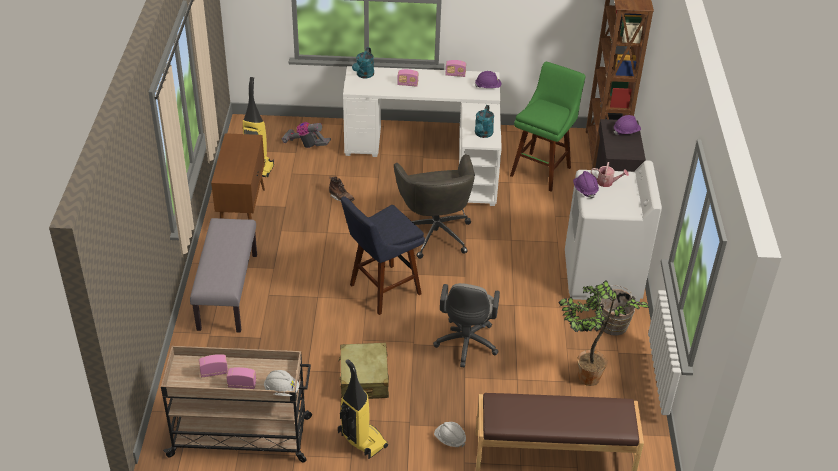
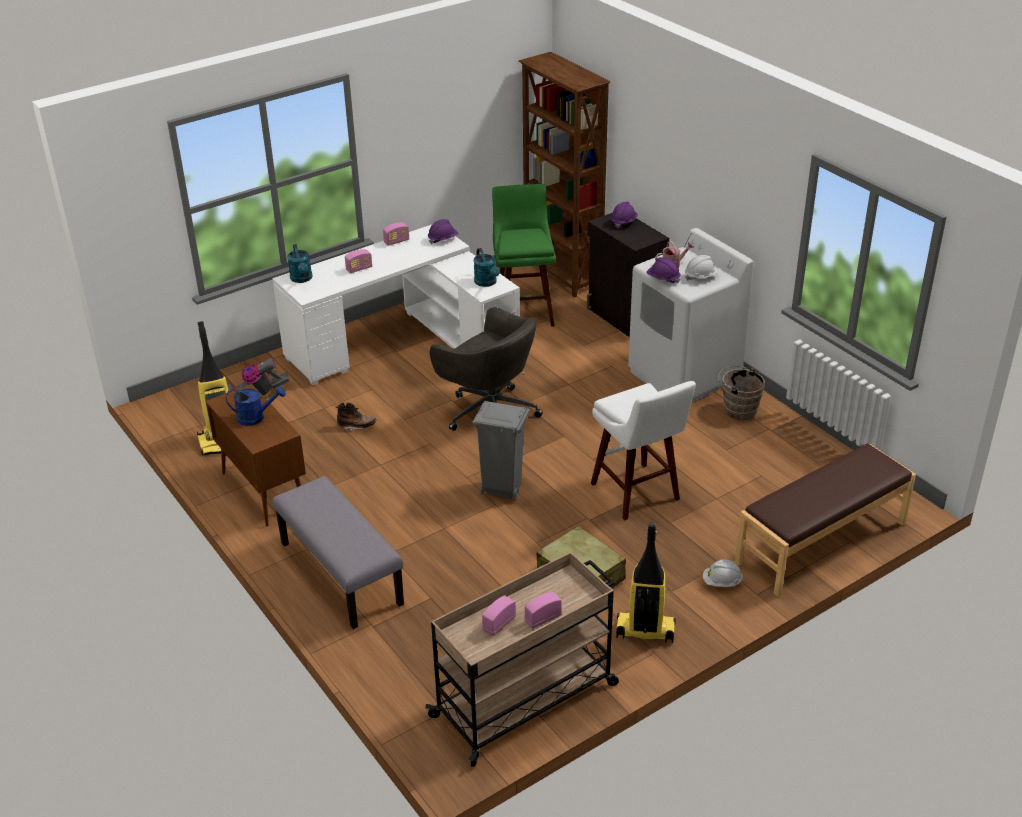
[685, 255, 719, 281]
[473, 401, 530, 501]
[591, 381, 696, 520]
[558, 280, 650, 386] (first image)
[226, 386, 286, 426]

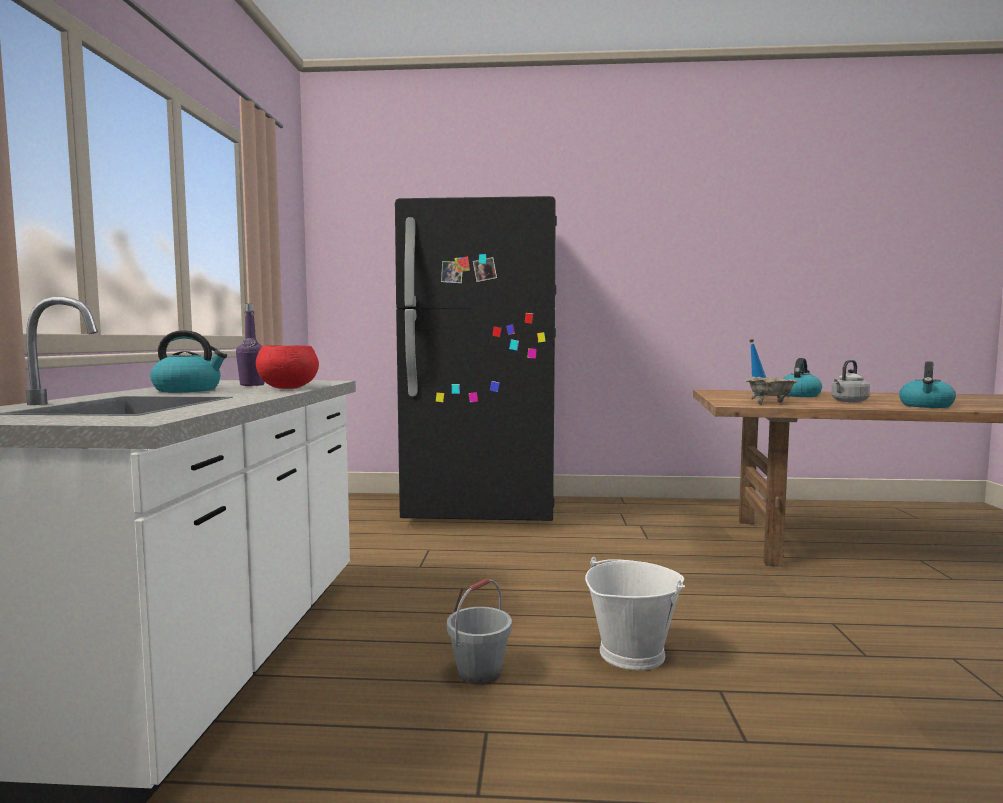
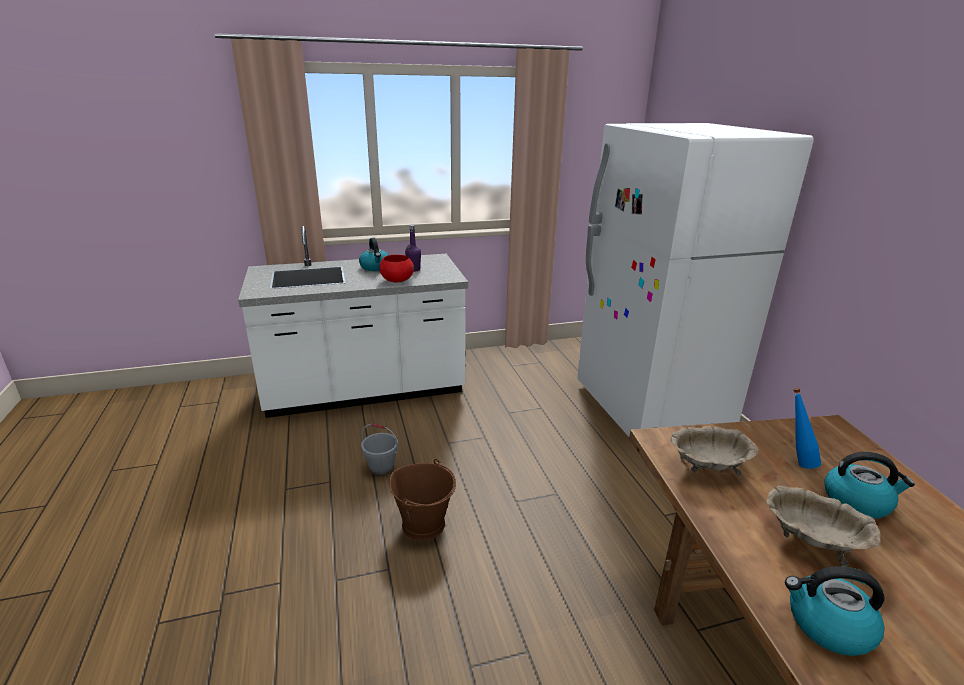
[577, 123, 814, 437]
[389, 459, 456, 541]
[766, 486, 880, 567]

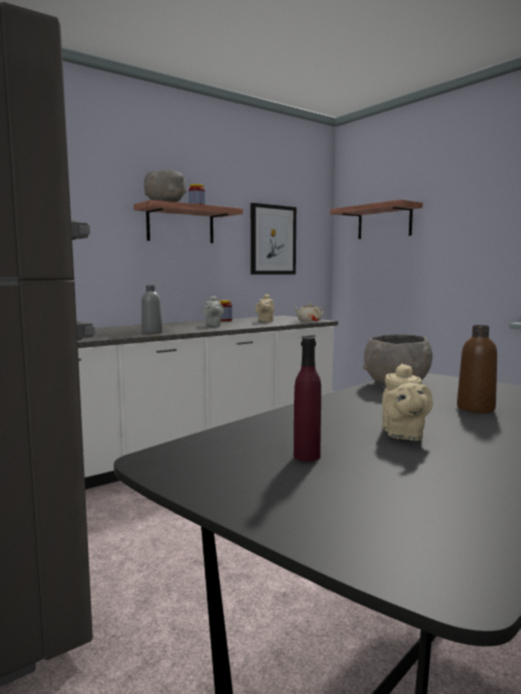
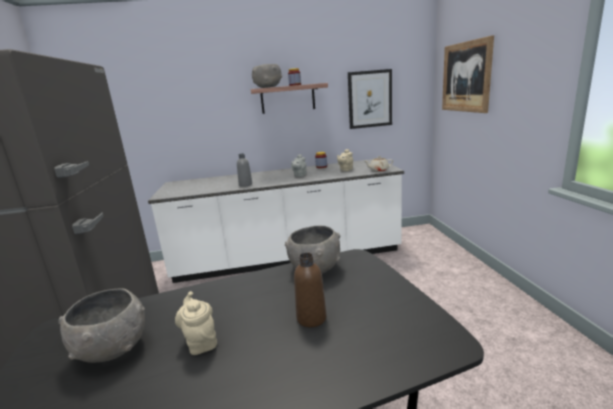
[58, 288, 145, 363]
[442, 35, 494, 113]
[175, 291, 217, 355]

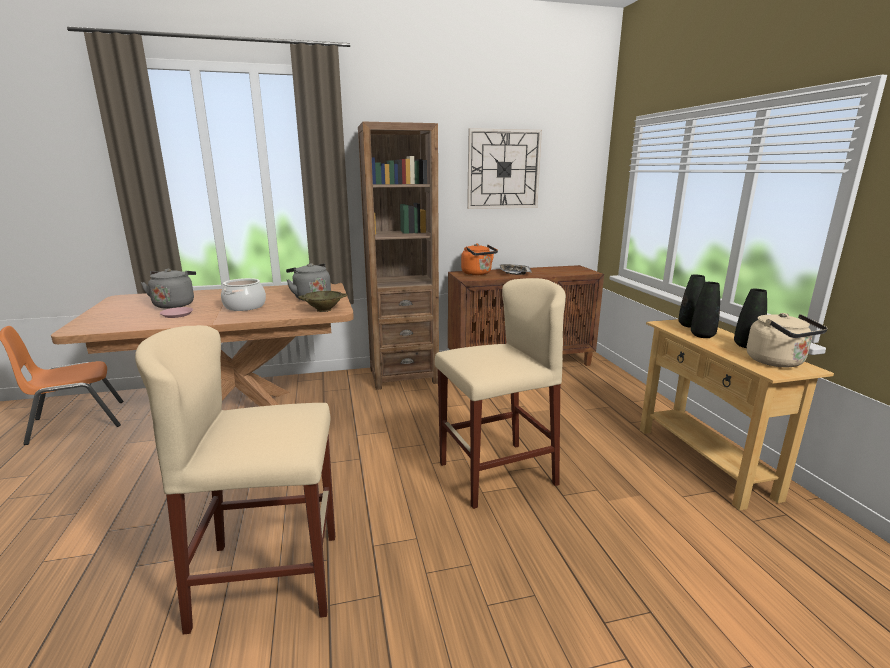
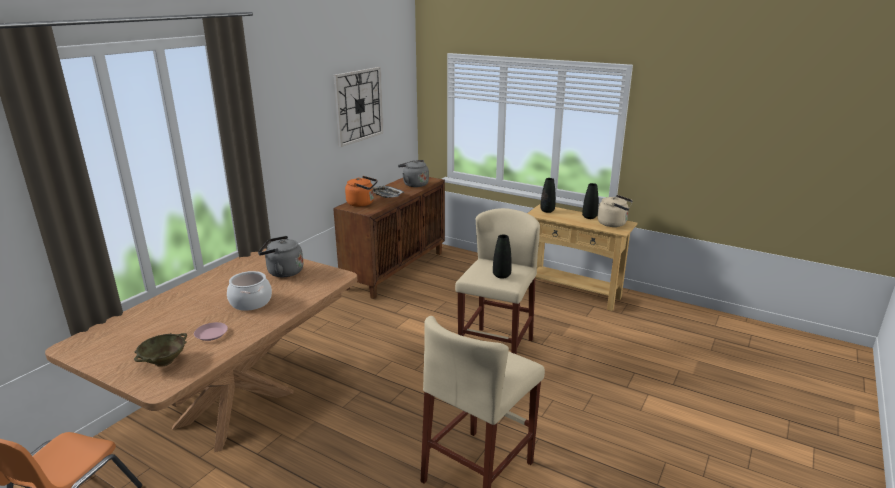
[398, 160, 429, 187]
[134, 333, 187, 367]
[358, 122, 439, 390] (first image)
[493, 235, 512, 279]

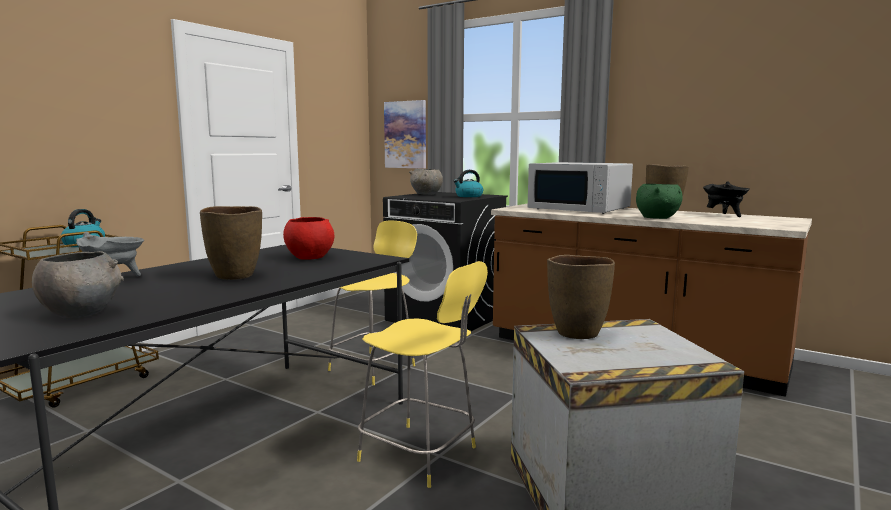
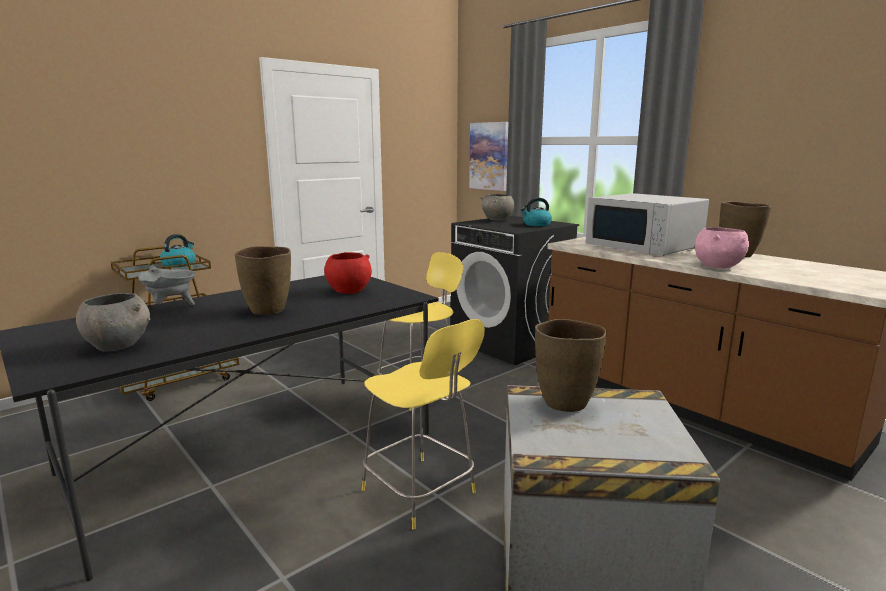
[695, 227, 749, 268]
[703, 181, 750, 217] (first image)

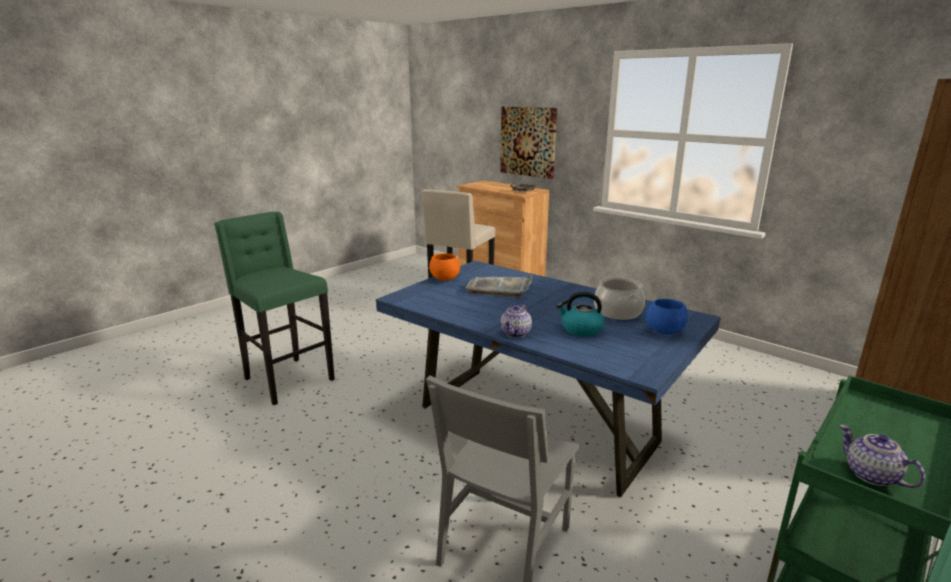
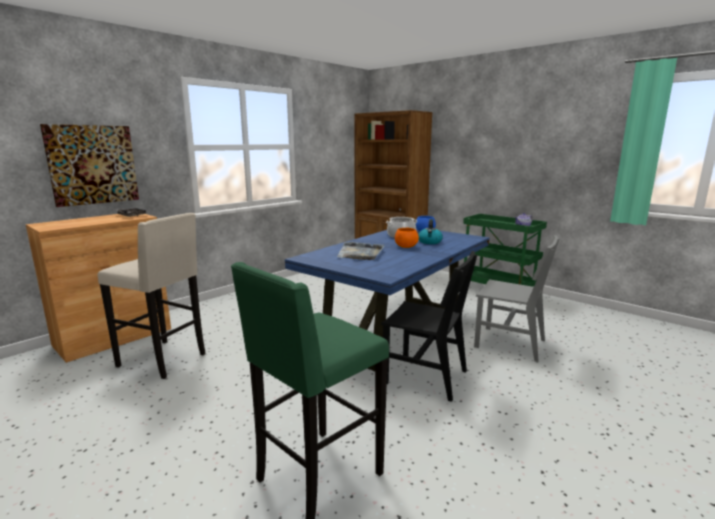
[395, 228, 419, 248]
[501, 304, 532, 338] (first image)
[381, 251, 477, 402]

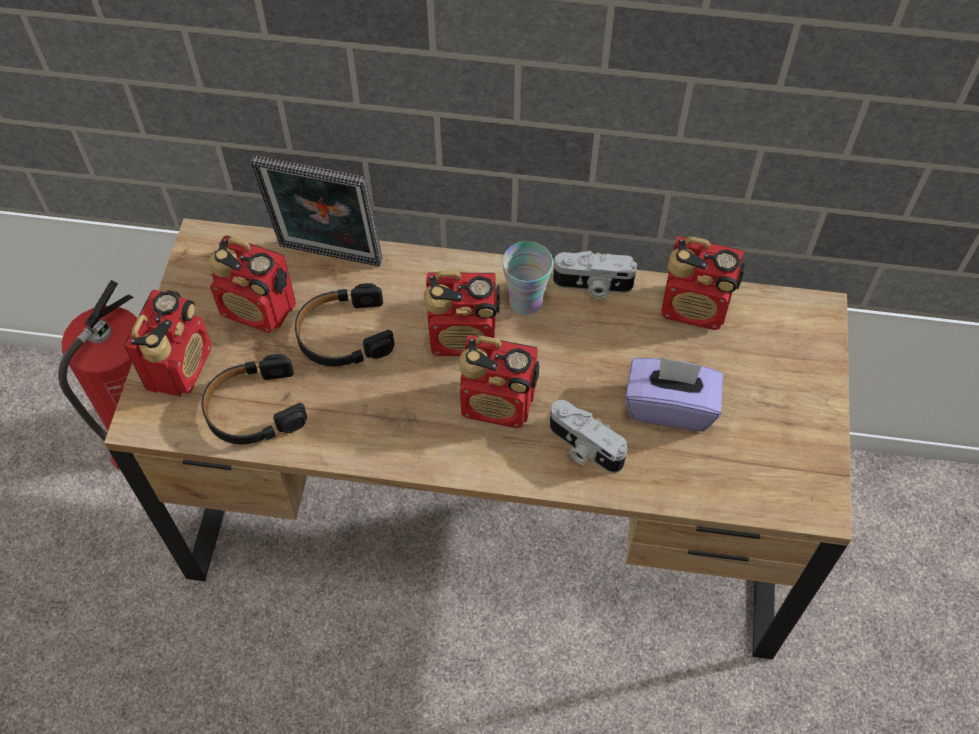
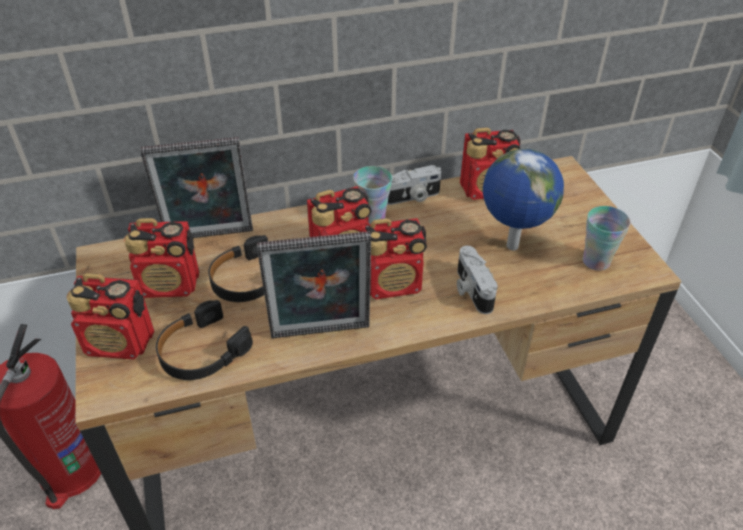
[67, 273, 154, 360]
[457, 246, 498, 314]
[483, 149, 564, 250]
[257, 231, 371, 338]
[583, 206, 631, 271]

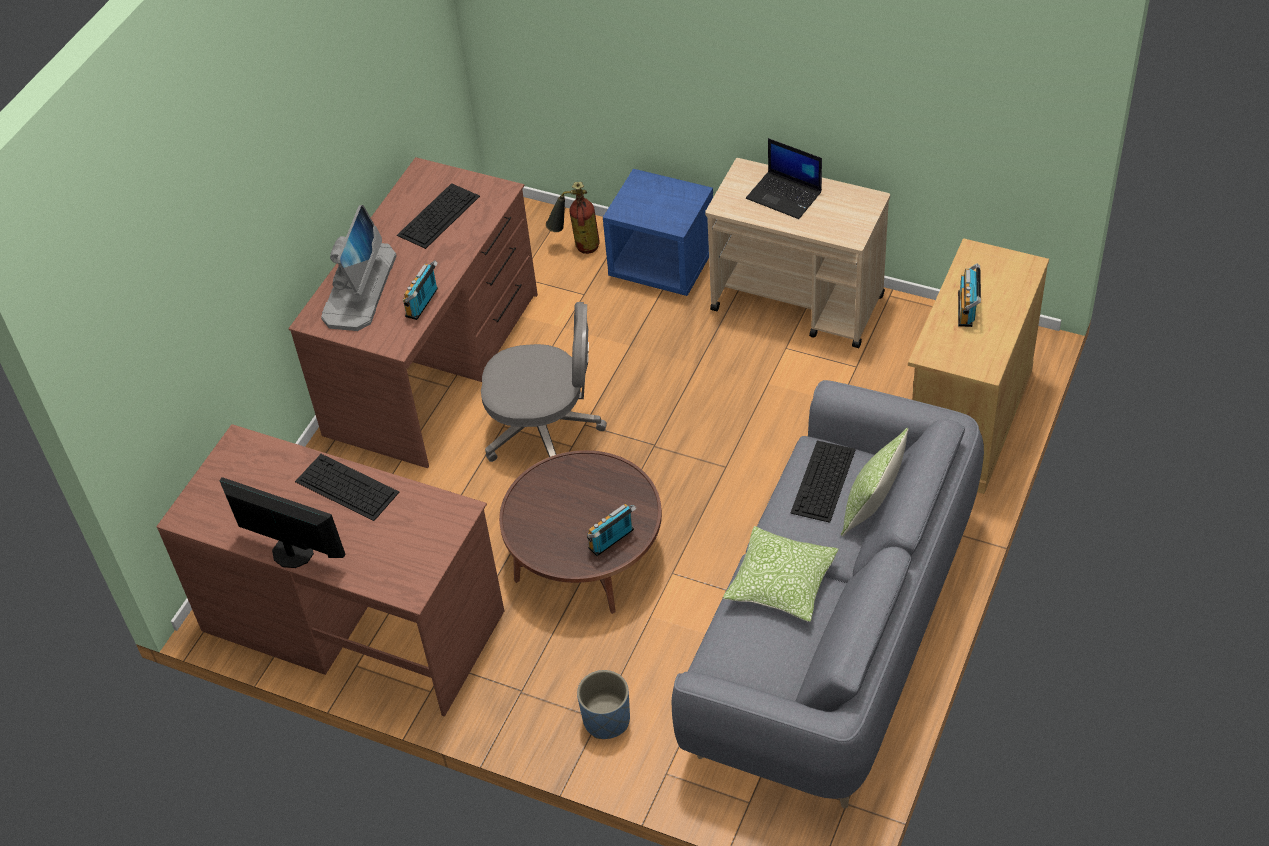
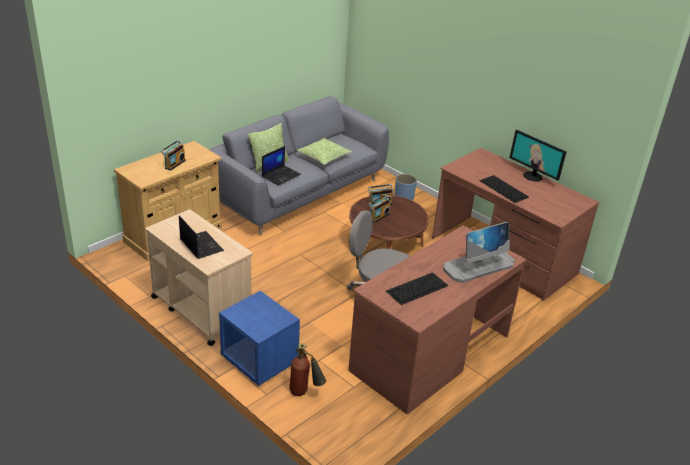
[443, 222, 514, 283]
[368, 194, 390, 223]
[262, 146, 301, 186]

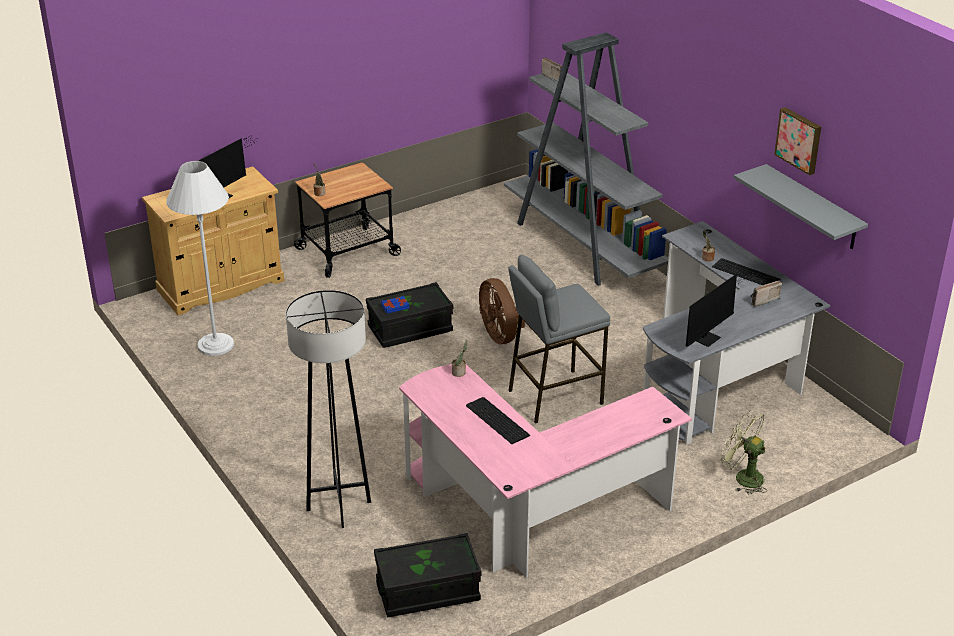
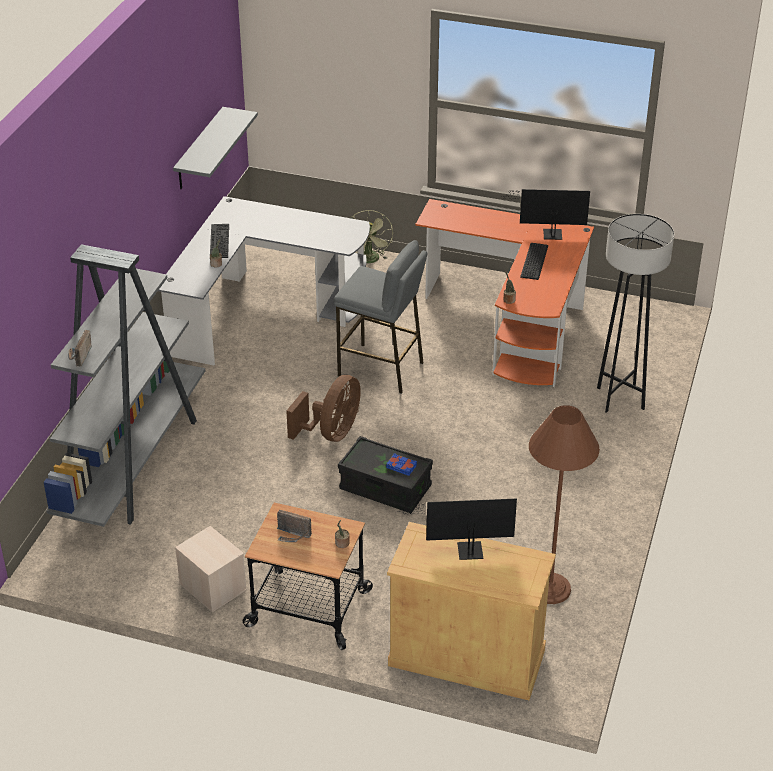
[529, 405, 600, 604]
[374, 533, 481, 617] (first image)
[416, 199, 594, 387]
[500, 189, 590, 240]
[277, 510, 312, 542]
[774, 107, 821, 175] (first image)
[175, 526, 247, 612]

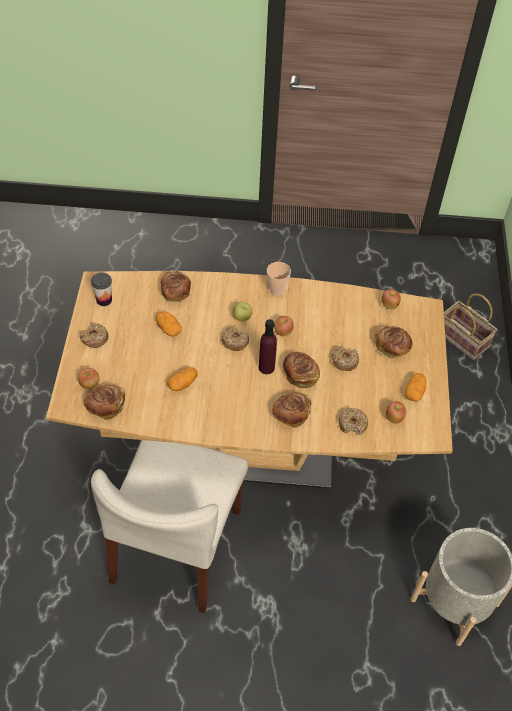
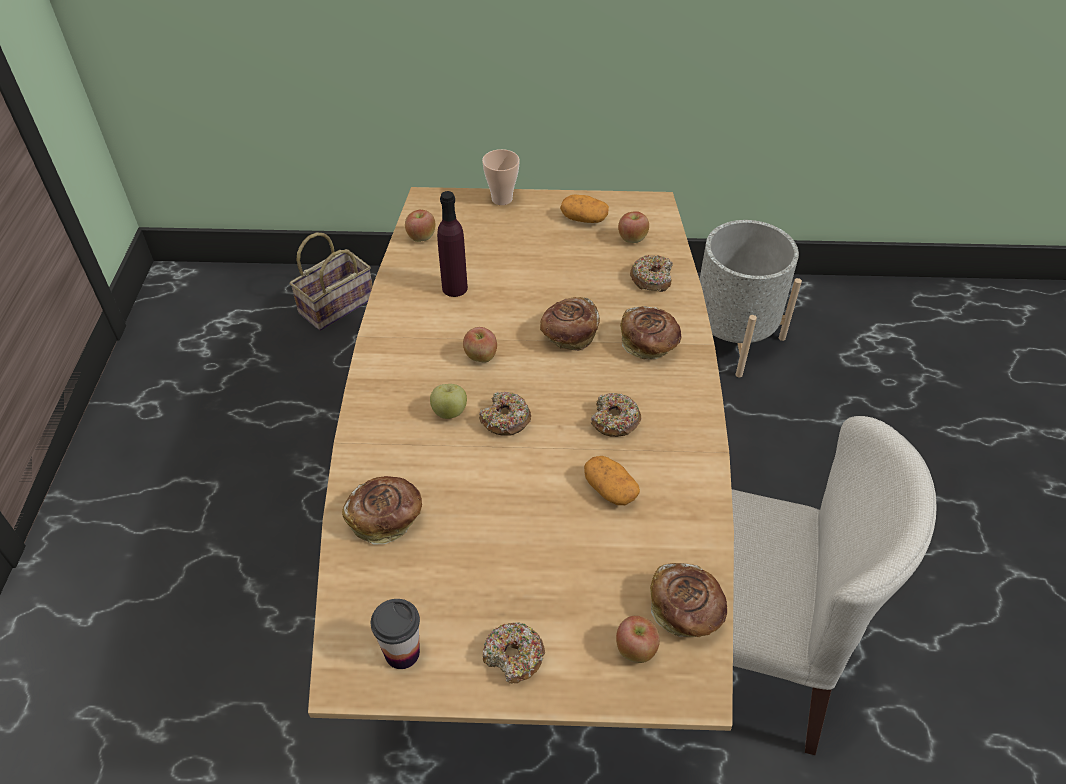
[156, 311, 182, 337] (first image)
[437, 191, 468, 297]
[482, 149, 520, 205]
[591, 393, 642, 437]
[375, 326, 412, 358] (first image)

